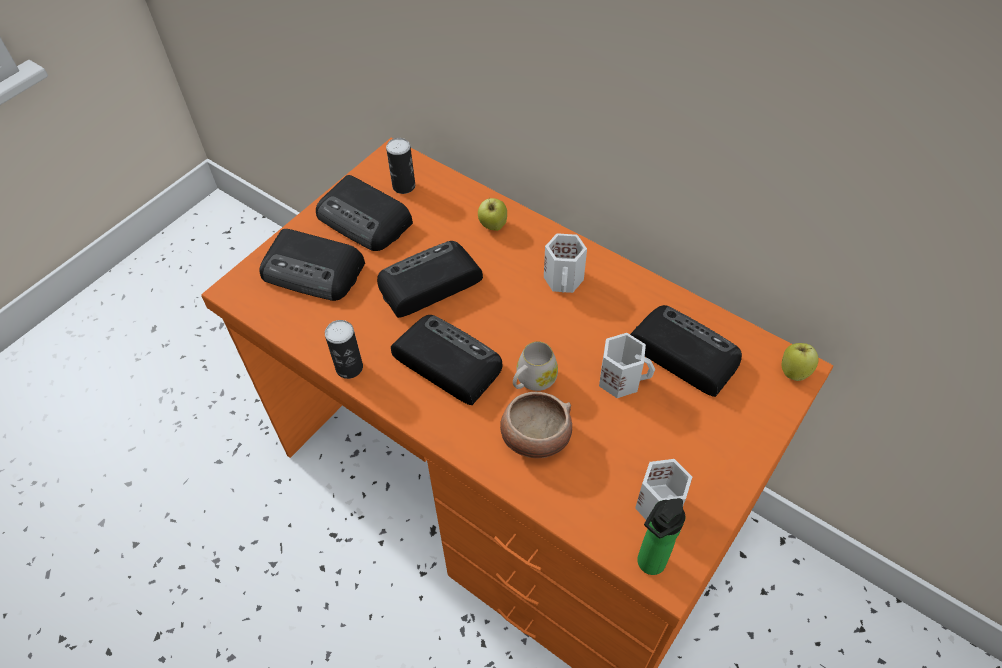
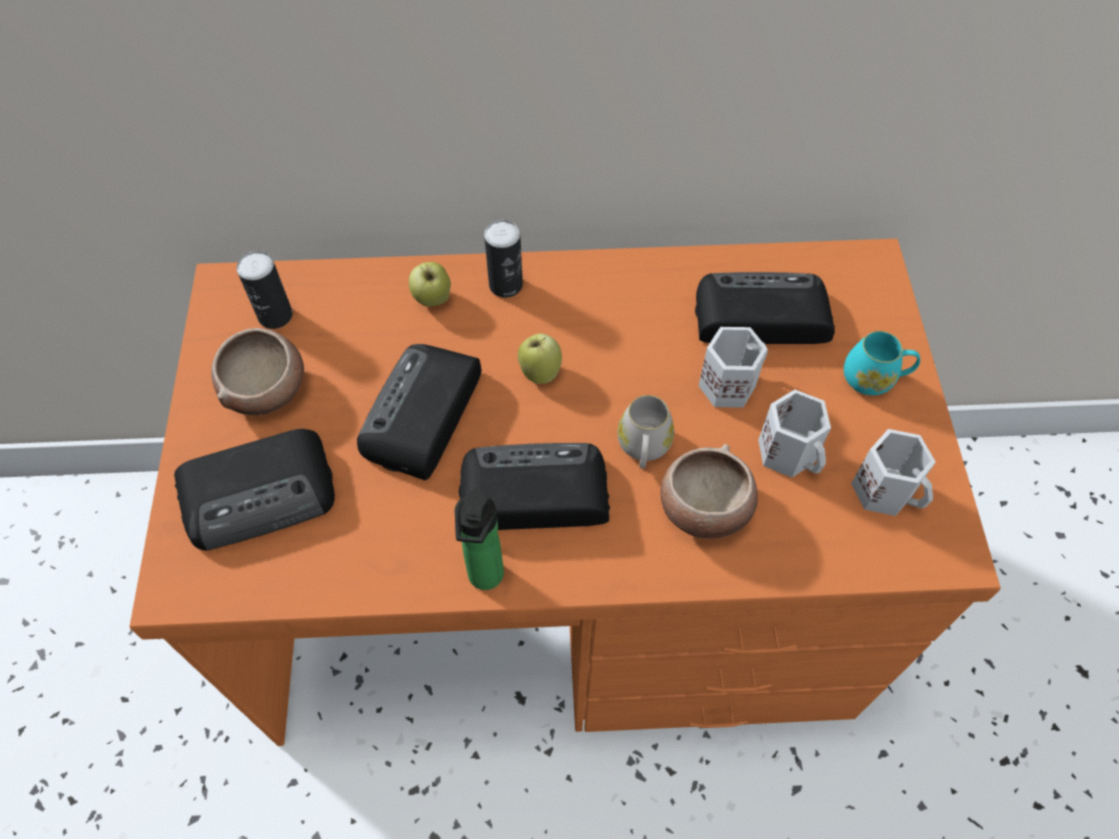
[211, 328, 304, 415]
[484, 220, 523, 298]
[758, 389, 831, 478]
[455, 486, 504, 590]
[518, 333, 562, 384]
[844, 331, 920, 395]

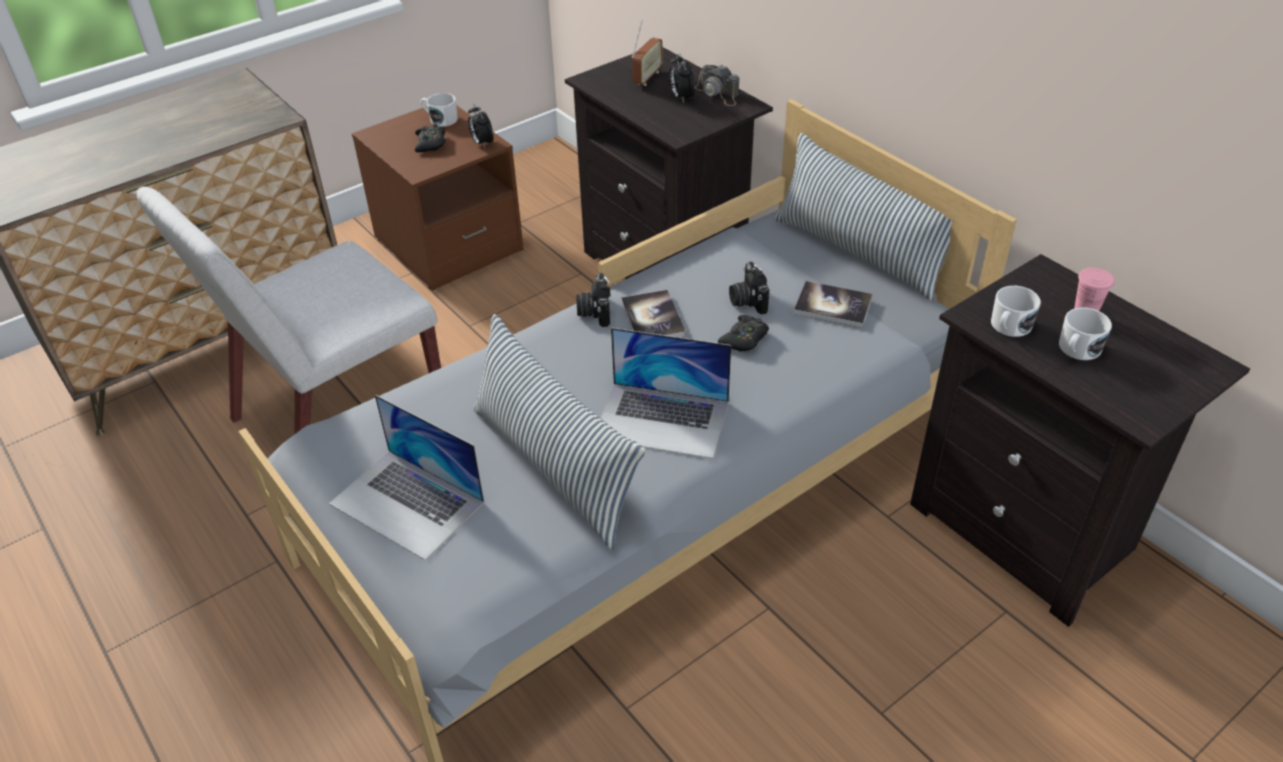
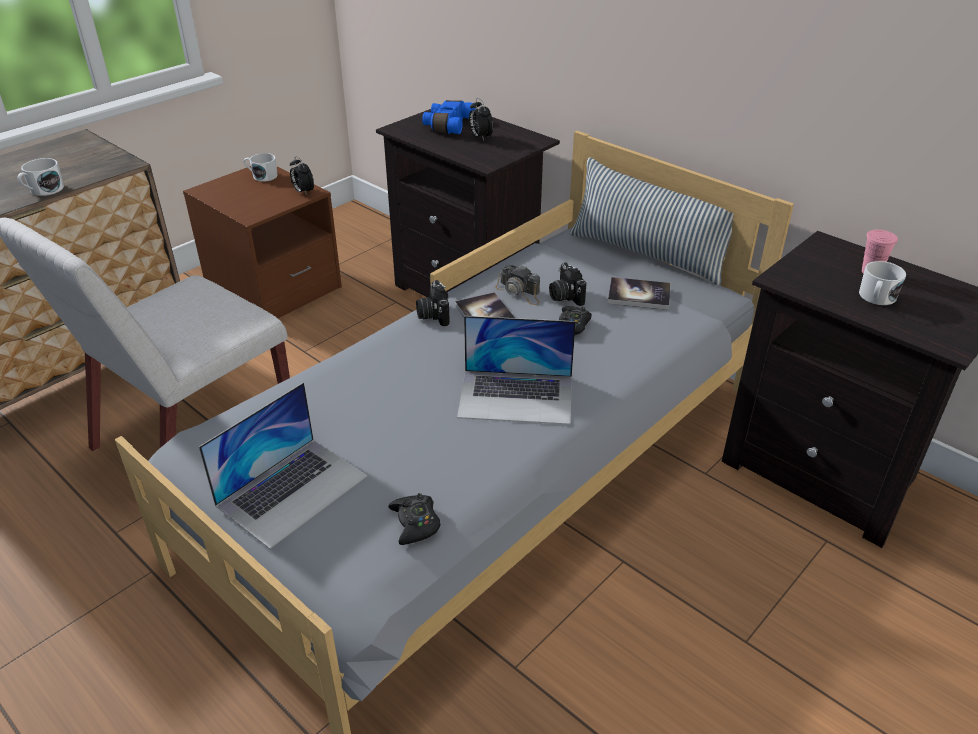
[199, 382, 368, 549]
[388, 493, 440, 545]
[474, 314, 645, 550] (first image)
[422, 100, 475, 134]
[495, 265, 540, 305]
[17, 158, 64, 196]

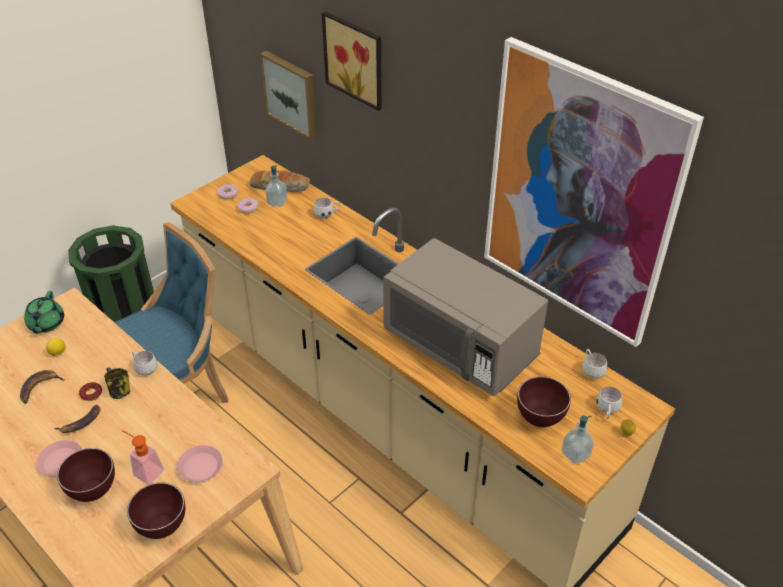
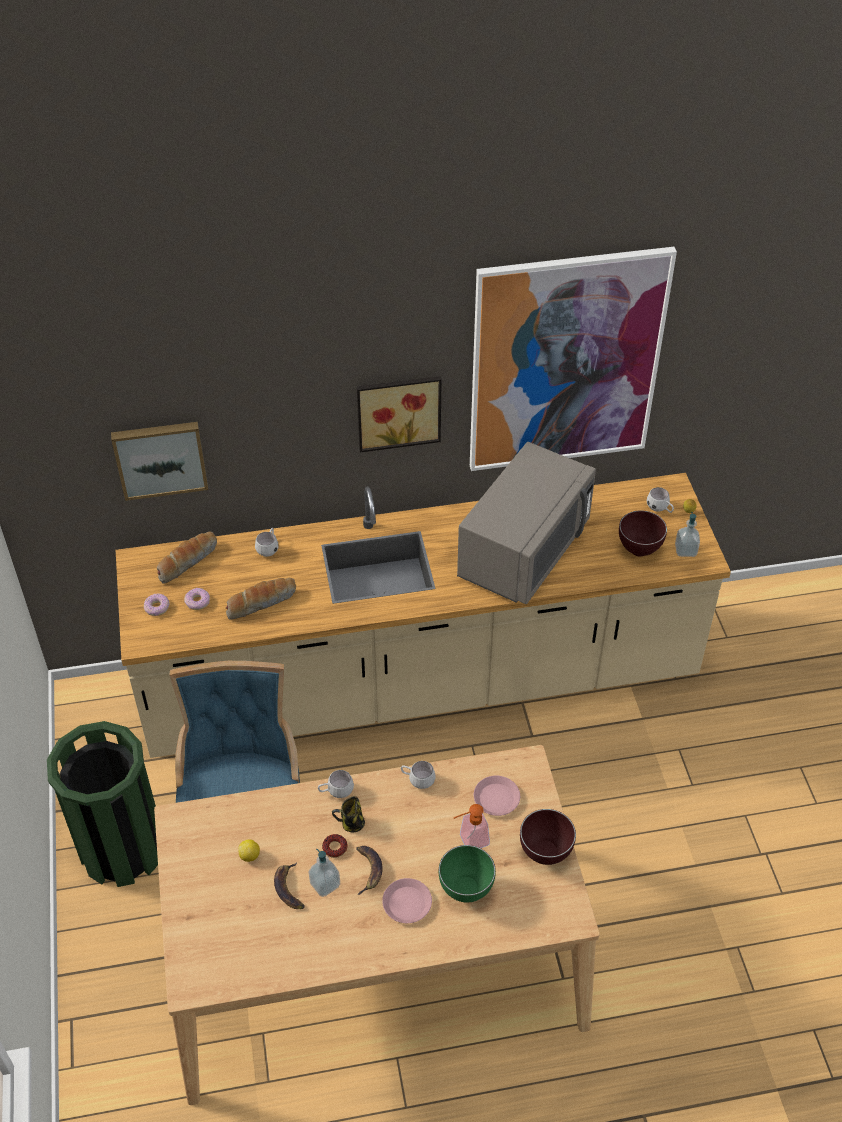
[24, 291, 64, 333] (first image)
[439, 845, 496, 903]
[308, 849, 340, 897]
[356, 376, 442, 453]
[457, 442, 596, 604]
[401, 761, 436, 789]
[225, 578, 296, 620]

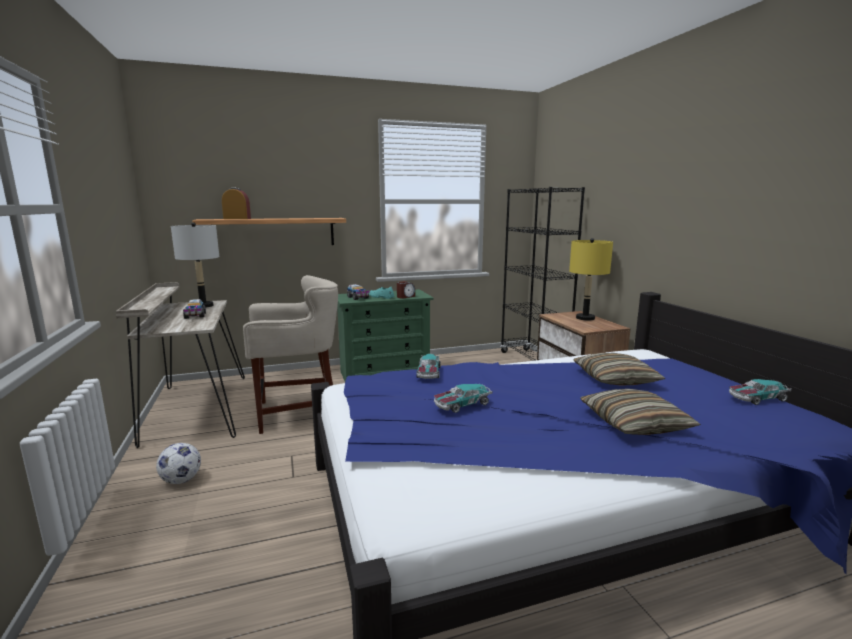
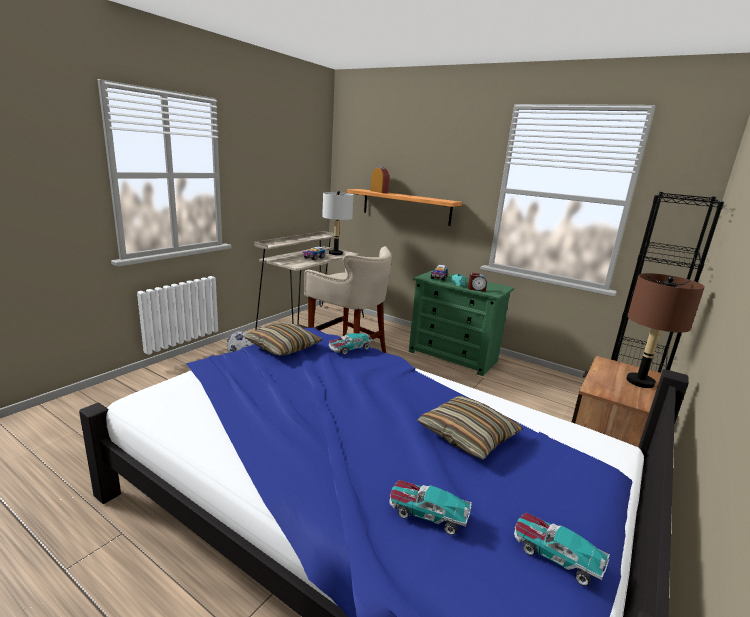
[389, 480, 472, 535]
[626, 273, 705, 388]
[243, 322, 322, 356]

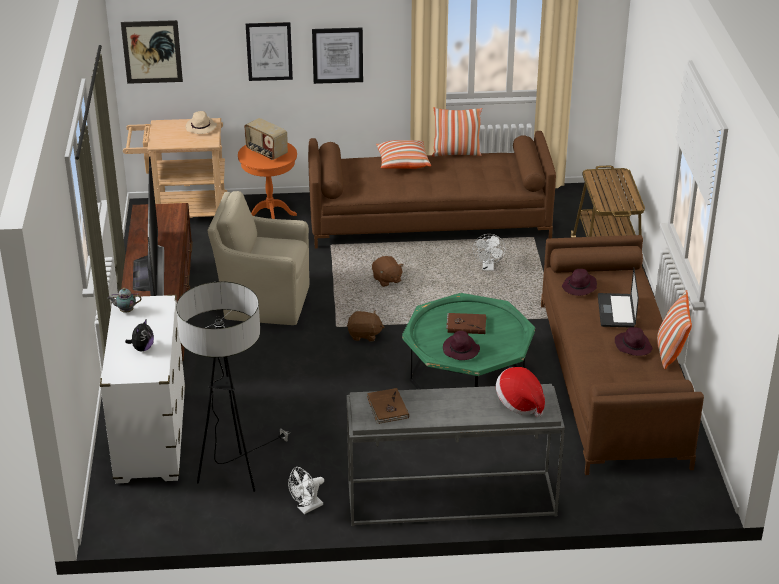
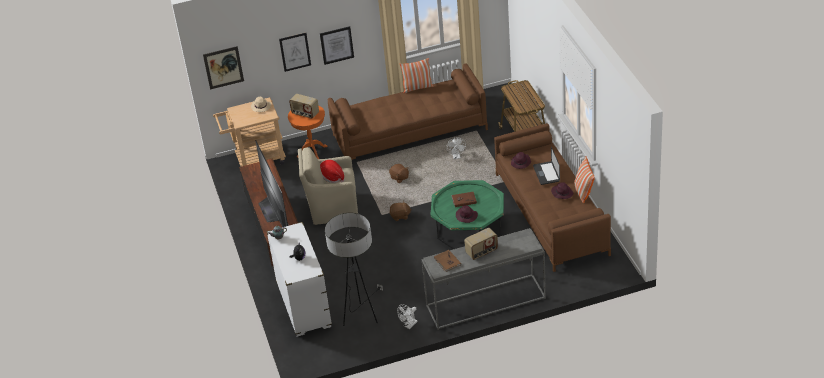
[376, 140, 431, 169] (first image)
[320, 160, 344, 183]
[464, 228, 498, 260]

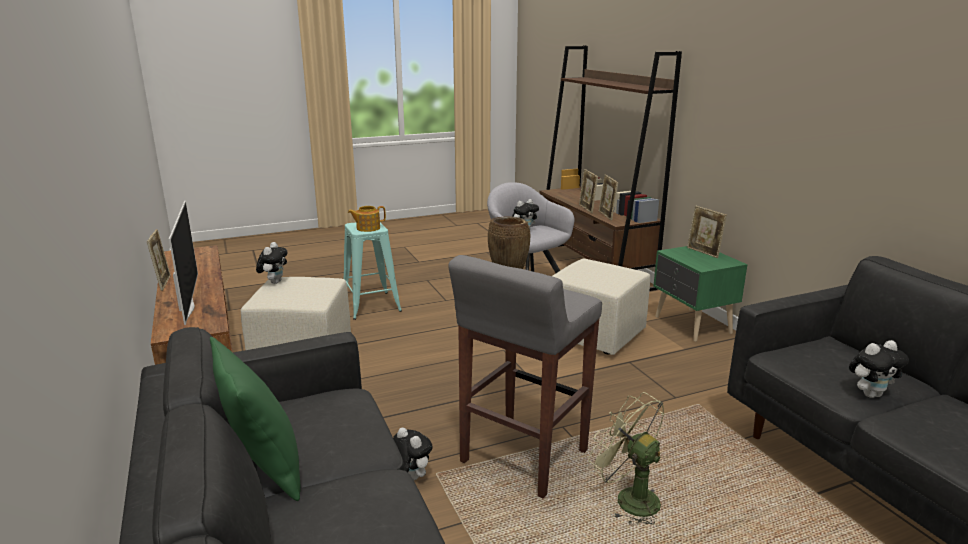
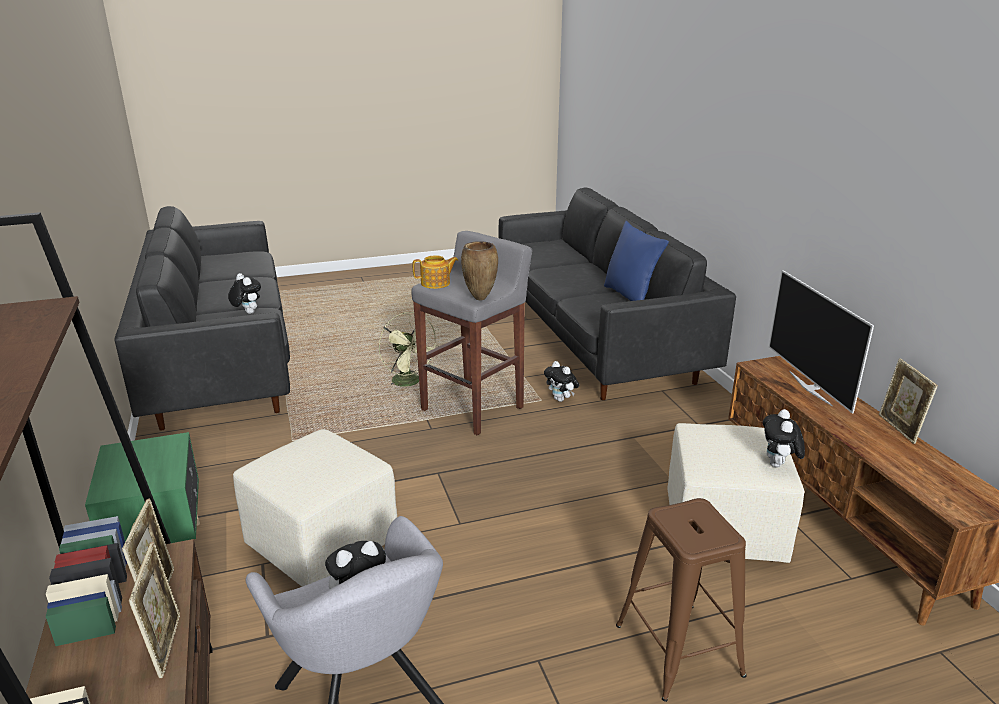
[604, 221, 669, 301]
[616, 498, 746, 702]
[413, 255, 458, 289]
[687, 206, 727, 258] (first image)
[228, 273, 261, 314]

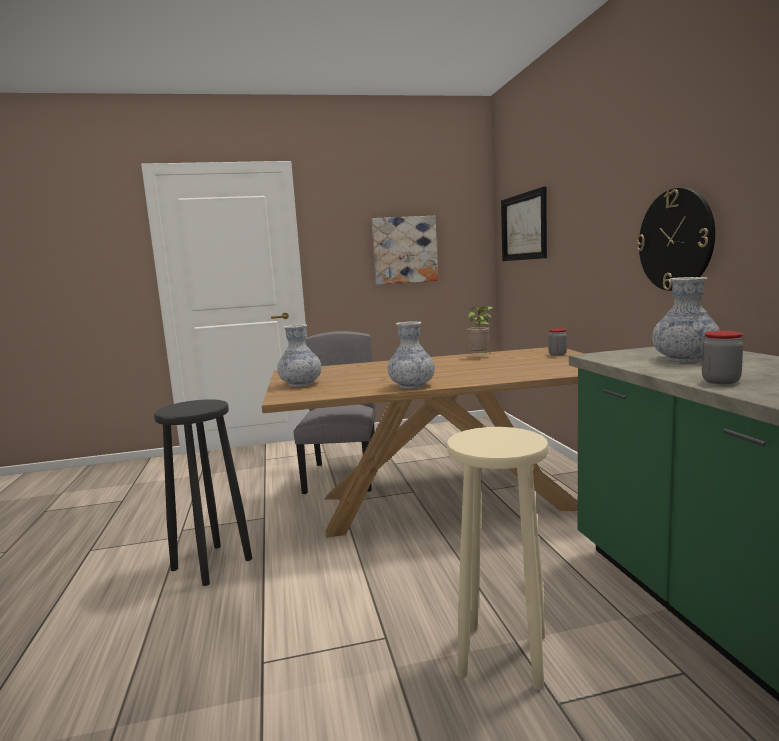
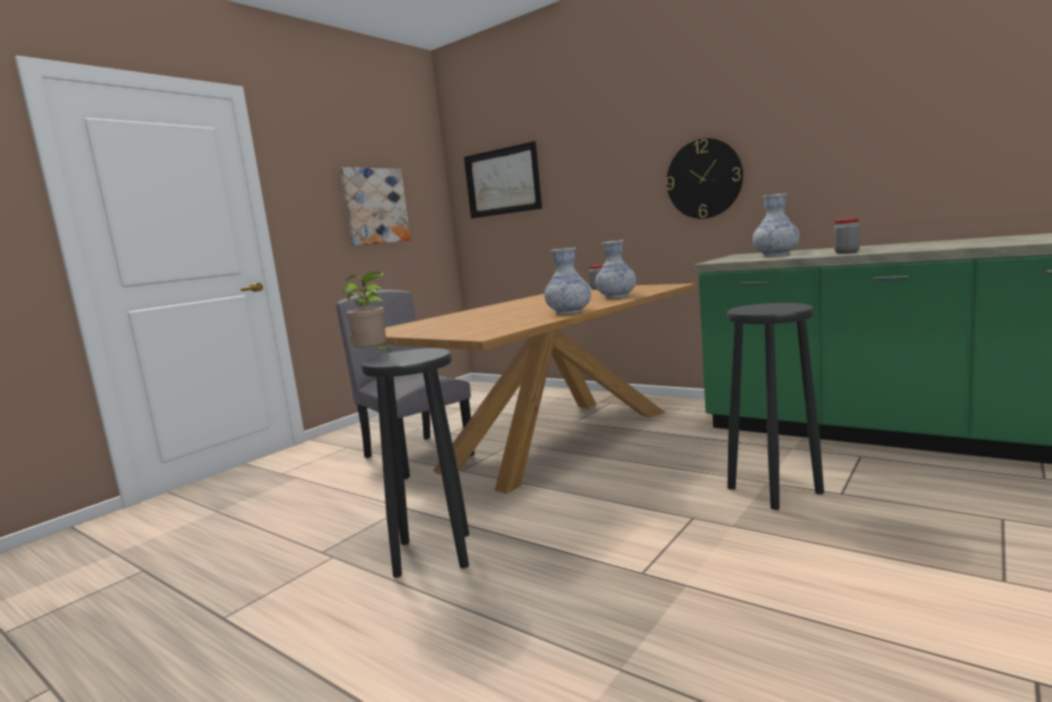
[595, 240, 636, 298]
[727, 303, 824, 510]
[343, 272, 392, 352]

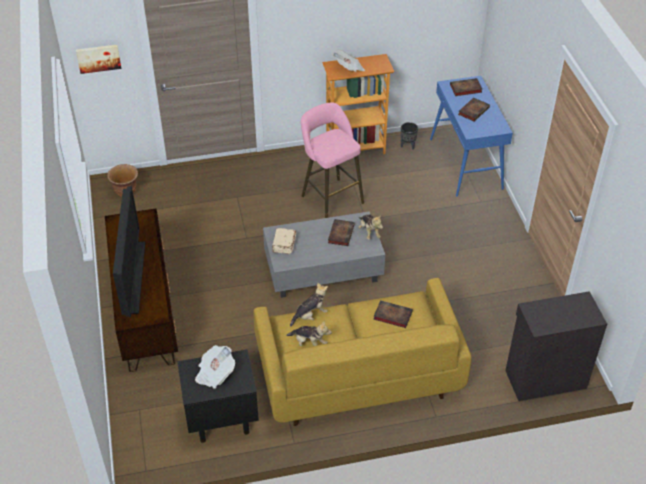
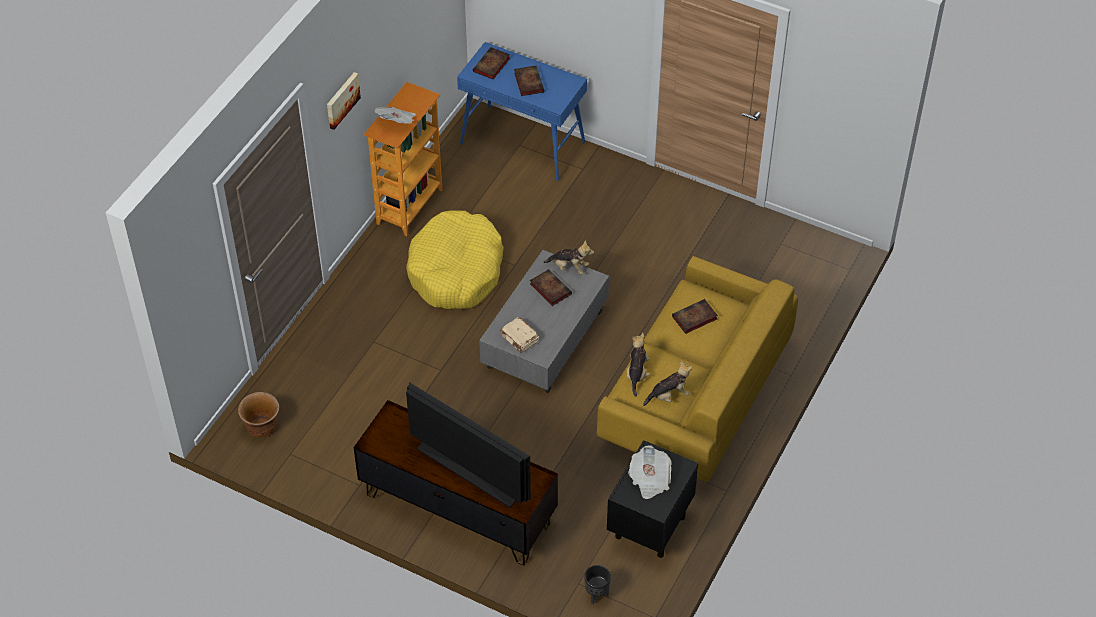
[327, 72, 361, 130]
[406, 210, 503, 309]
[584, 565, 611, 604]
[505, 291, 607, 401] (first image)

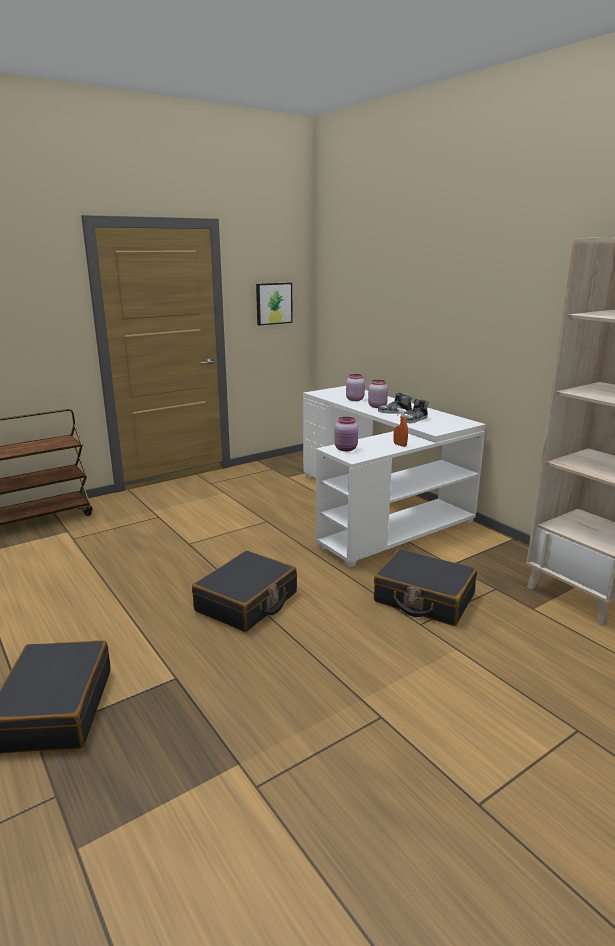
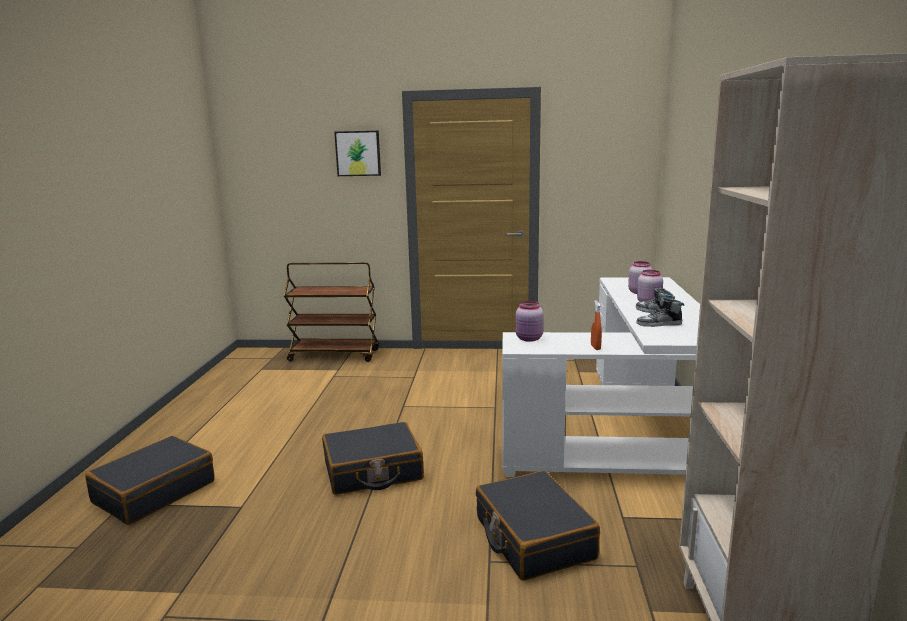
[334, 131, 381, 176]

